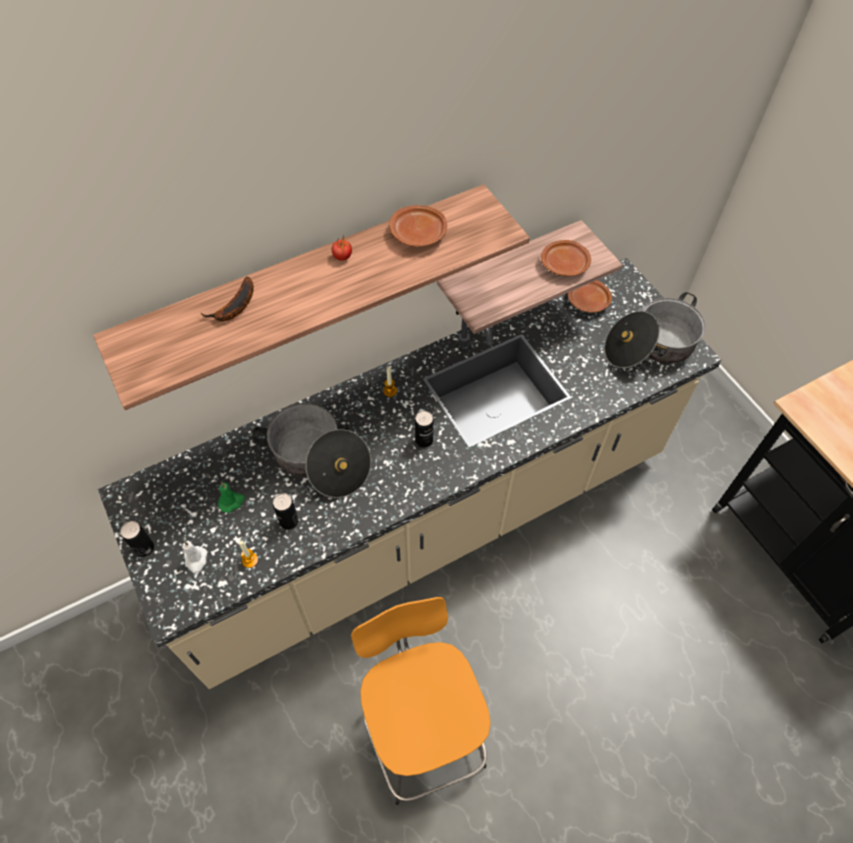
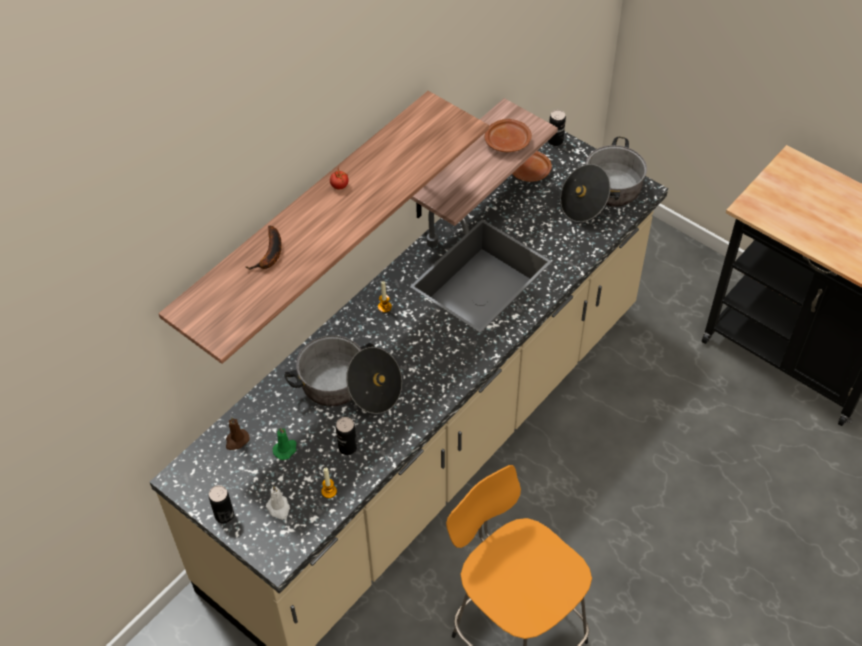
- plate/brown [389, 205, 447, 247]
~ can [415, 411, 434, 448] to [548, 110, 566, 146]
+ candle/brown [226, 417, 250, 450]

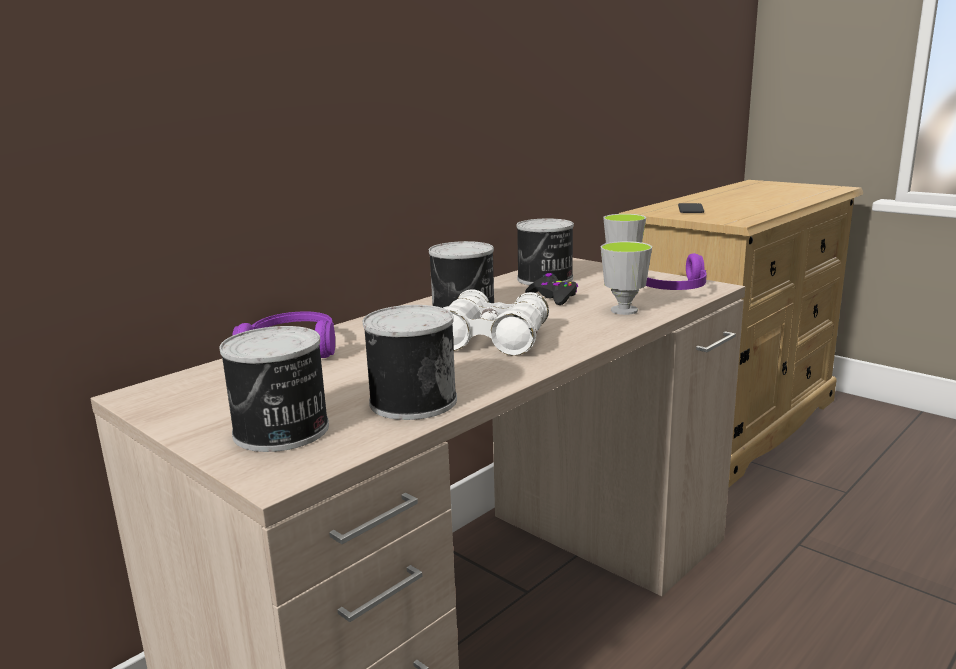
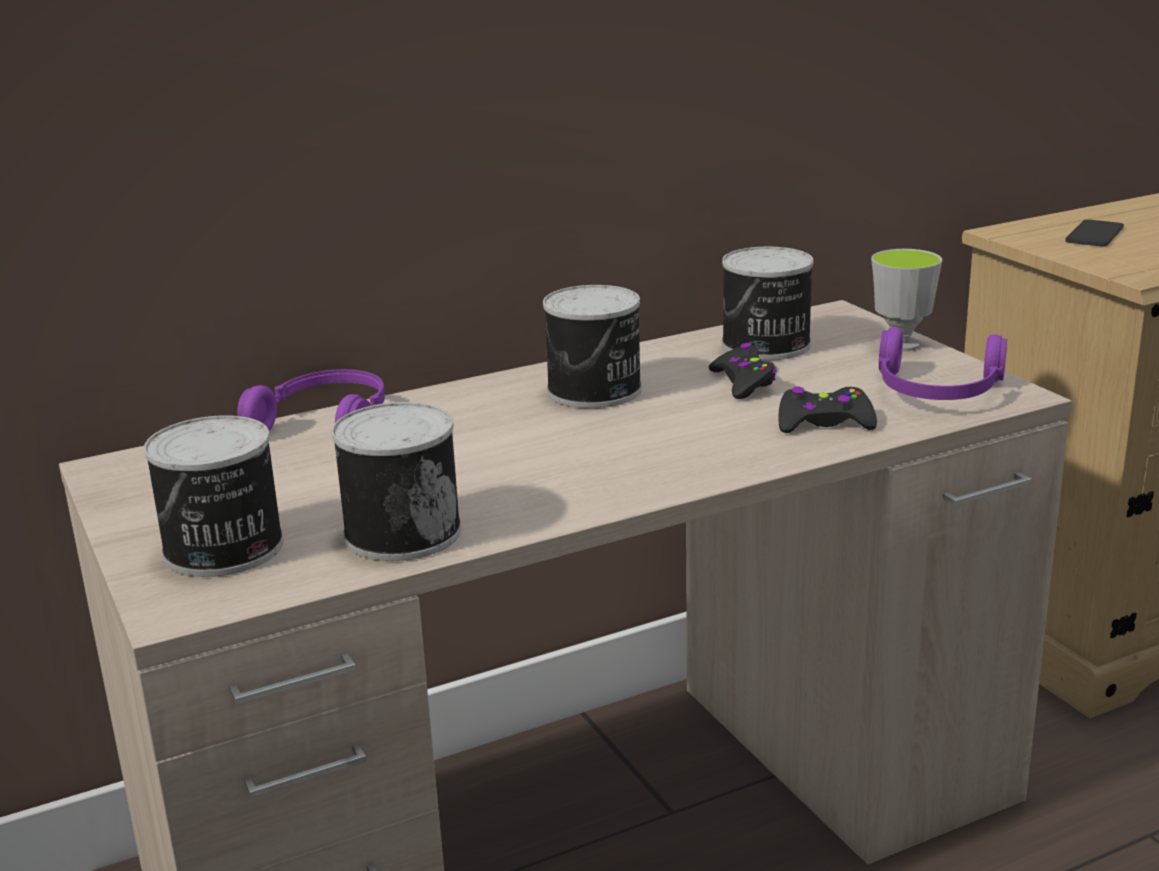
- binoculars/white [443, 289, 549, 356]
~ cup [601, 241, 652, 315] to game controller/black [778, 387, 877, 433]

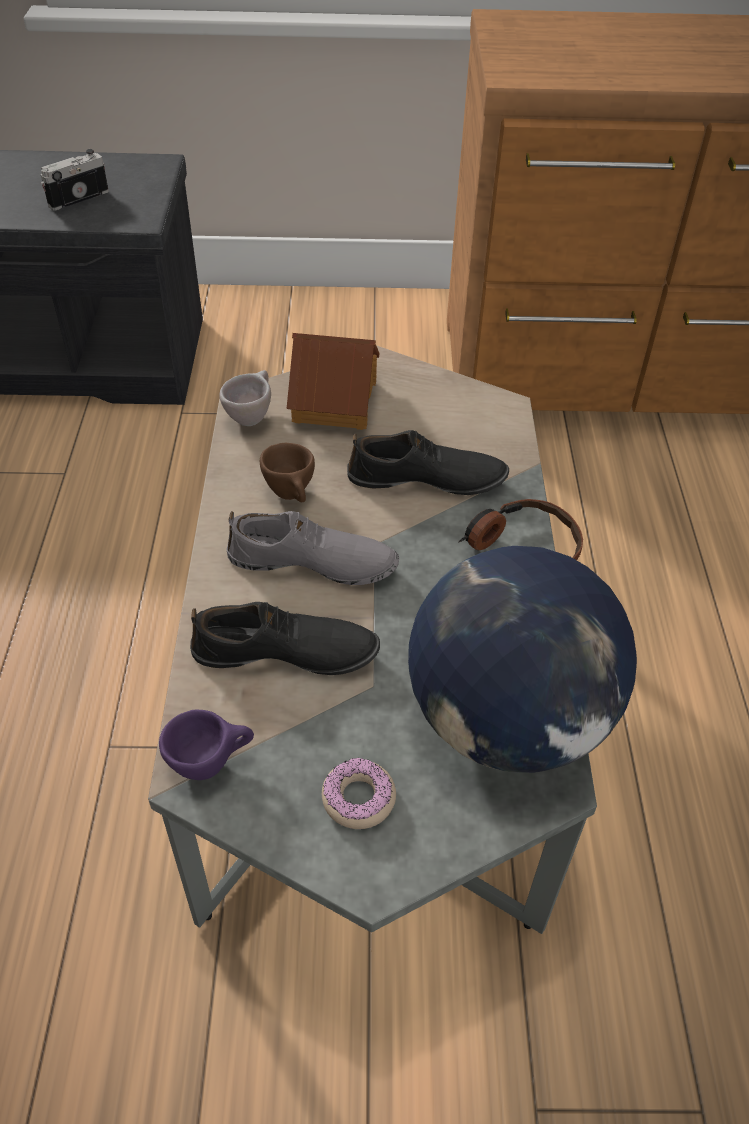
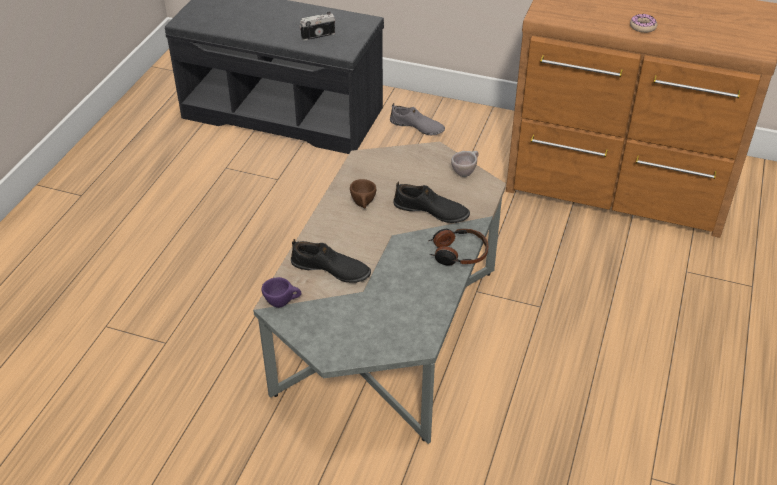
~ cup/beige [220, 370, 271, 426] to [451, 151, 479, 177]
~ shoe/grey [227, 511, 399, 585] to [390, 103, 445, 135]
- toy house [287, 333, 380, 430]
~ donut [322, 758, 396, 829] to [630, 14, 657, 33]
- globe [408, 546, 637, 773]

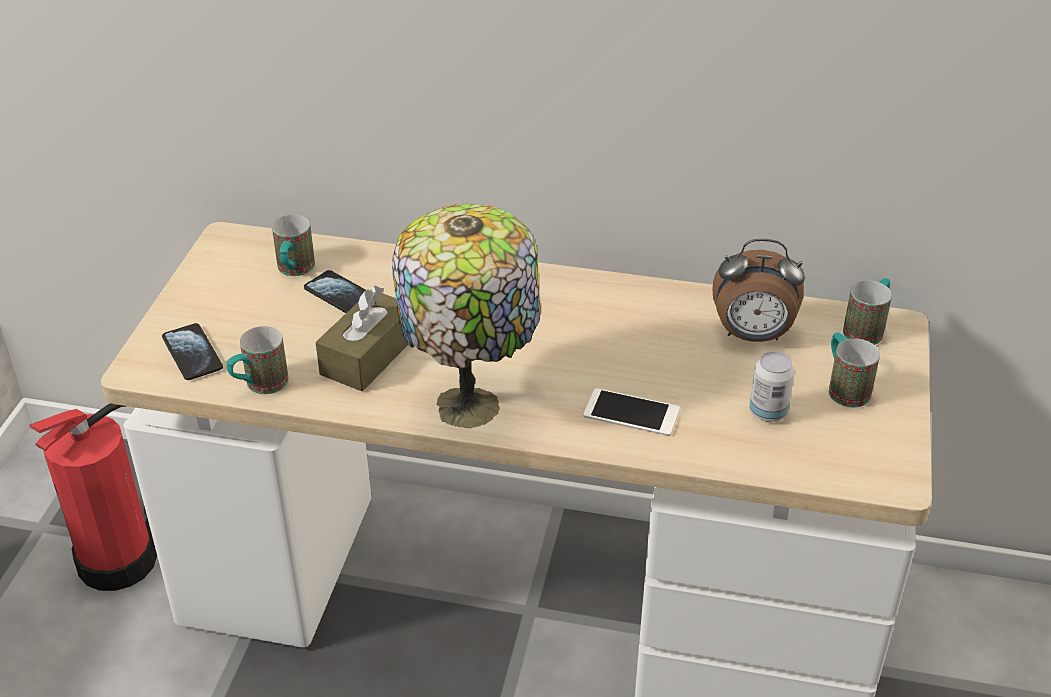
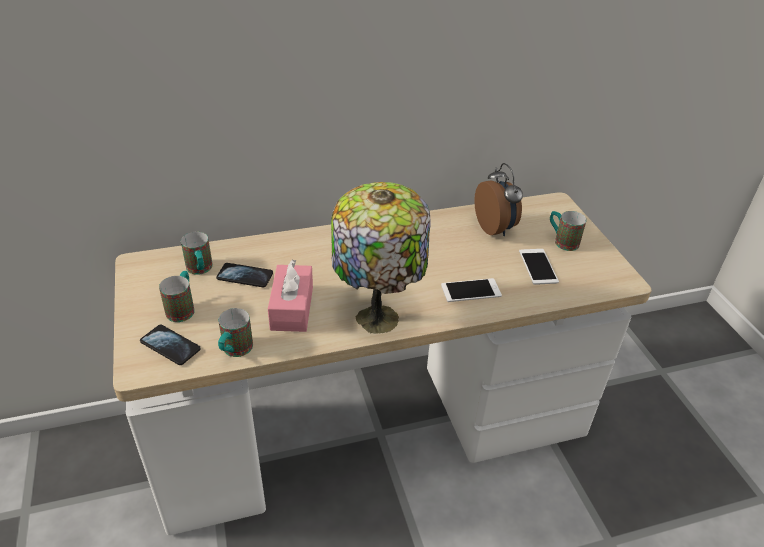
- fire extinguisher [29, 403, 157, 591]
~ tissue box/brown [315, 286, 409, 391] to tissue box/pink [268, 260, 313, 332]
~ alarm clock [713, 239, 805, 342] = [474, 163, 523, 236] 90 degrees counterclockwise
~ can [749, 352, 795, 422] to phone [519, 249, 559, 285]
~ mug [843, 278, 892, 345] to [159, 271, 195, 322]

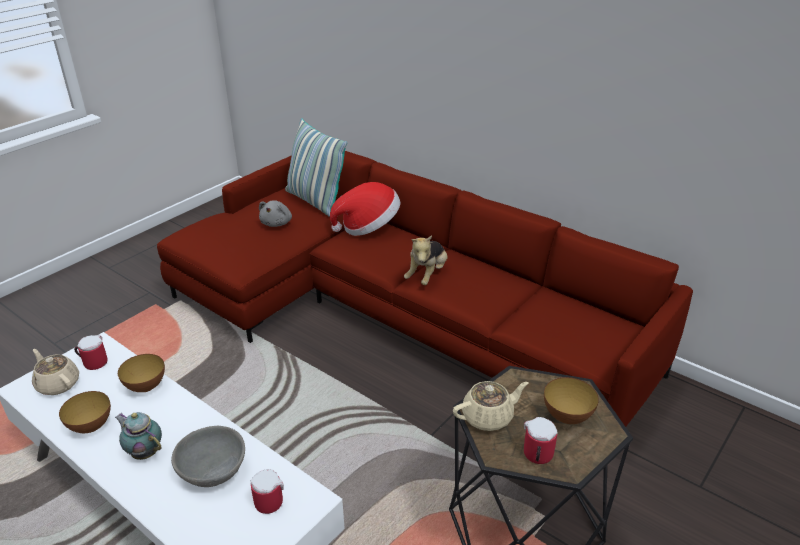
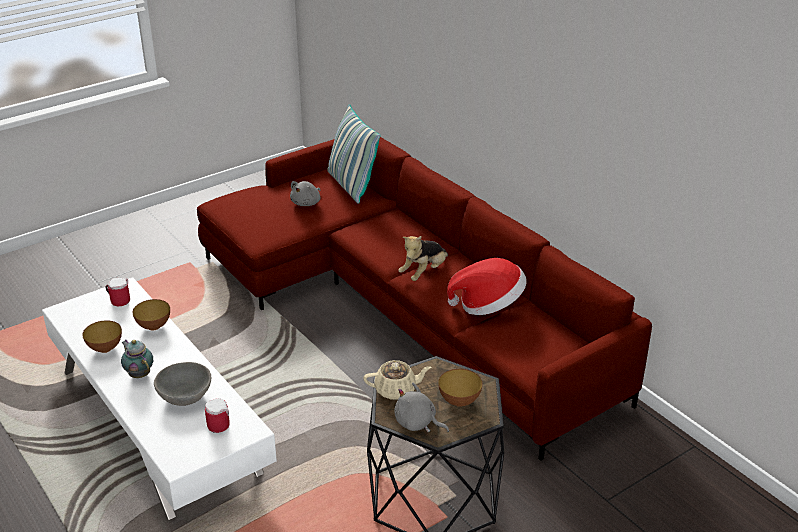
- teapot/beige [32, 349, 79, 395]
~ hat [330, 182, 401, 236] to [447, 258, 527, 315]
~ mug [524, 417, 557, 464] to plush toy/grey [394, 383, 449, 433]

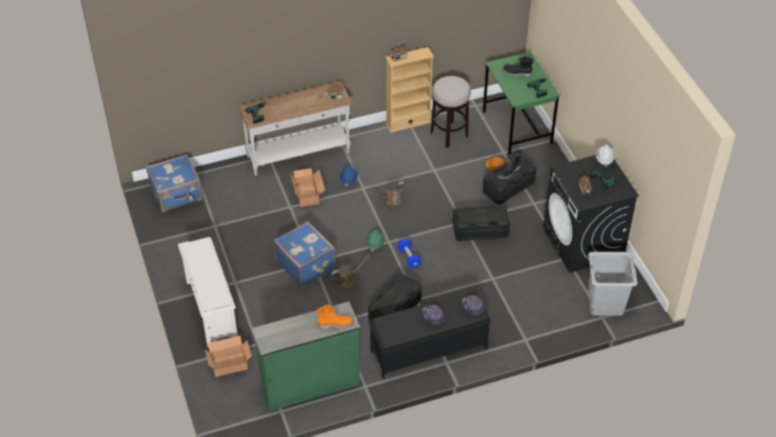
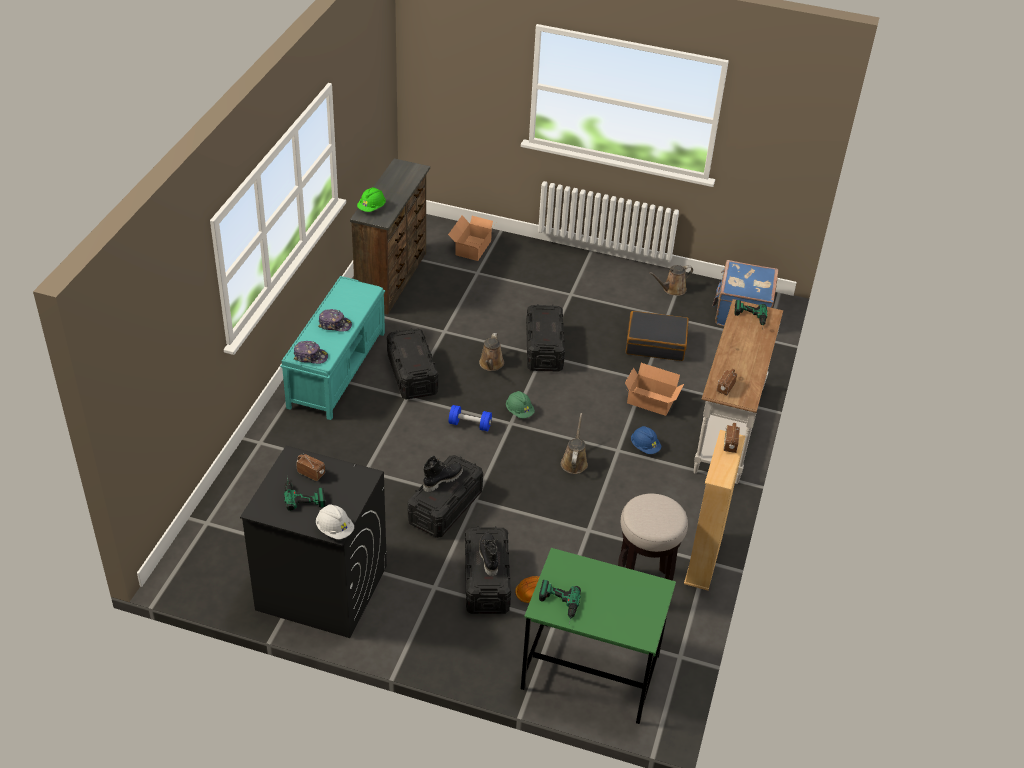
- shoe rack/white [178, 237, 238, 347]
~ dresser/green [251, 302, 360, 411] to dresser/brown [350, 158, 430, 314]
~ suitcase/blue [274, 221, 335, 287] to storage box/black [526, 304, 565, 371]
~ boot/orange [317, 305, 354, 329] to hard hat/green [357, 187, 386, 212]
~ bench/black [369, 291, 491, 379] to bench/turquoise [280, 276, 385, 420]
~ boot/black [502, 57, 534, 77] to [423, 456, 463, 492]
- laundry basket/grey [588, 252, 637, 316]
+ suitcase/black [625, 311, 689, 361]
+ watering can/brown [649, 265, 693, 296]

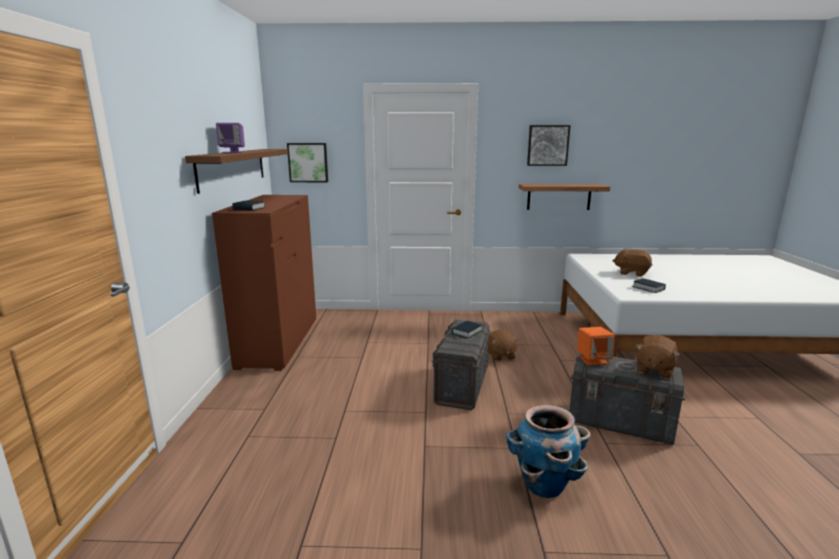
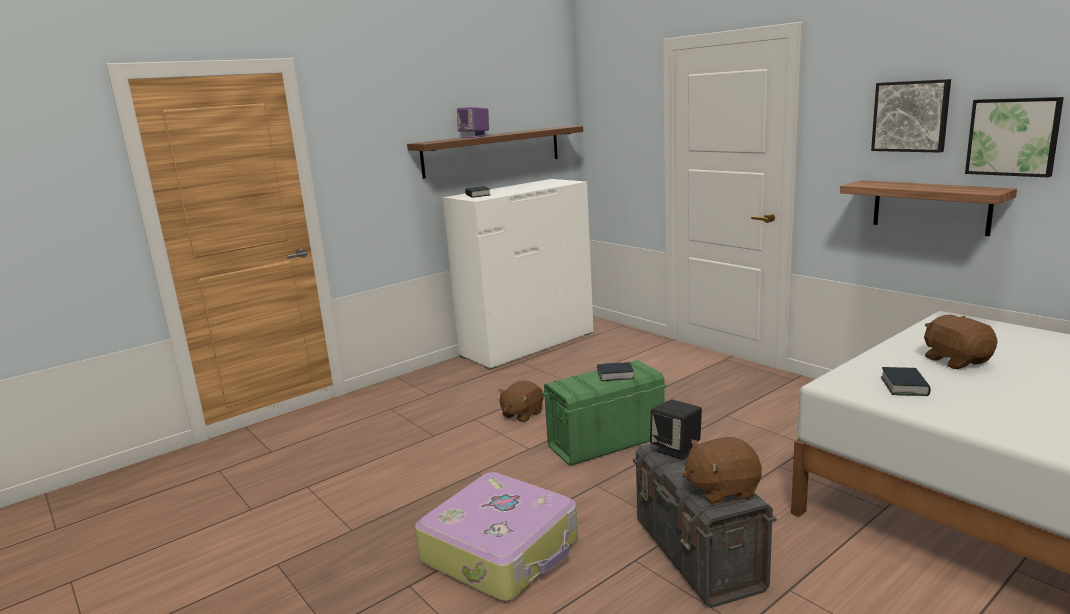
~ dresser/brown [212, 195, 316, 371] to dresser/white [443, 179, 594, 370]
~ picture [287, 143, 328, 182] to [965, 97, 1064, 177]
~ storage box/grey [432, 319, 491, 410] to storage box/green [542, 360, 667, 466]
~ plush toy/brown [488, 330, 519, 361] to [498, 381, 544, 422]
~ planter [506, 405, 590, 498] to suitcase [415, 472, 578, 601]
~ speaker/orange [577, 327, 615, 365] to speaker/black [650, 399, 702, 460]

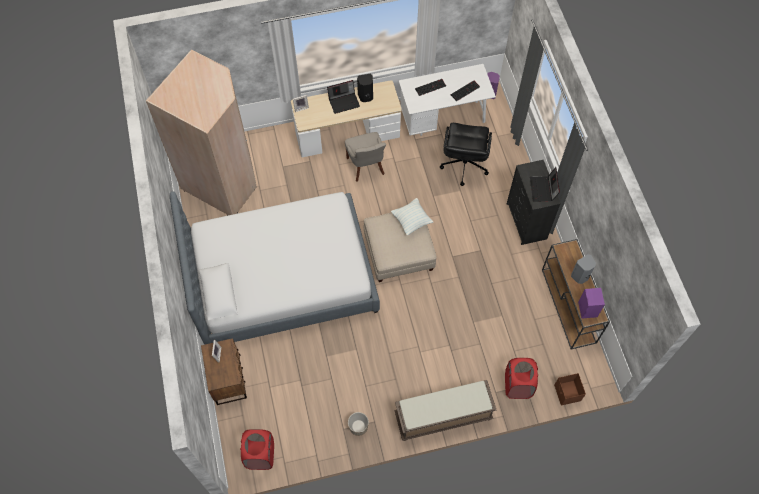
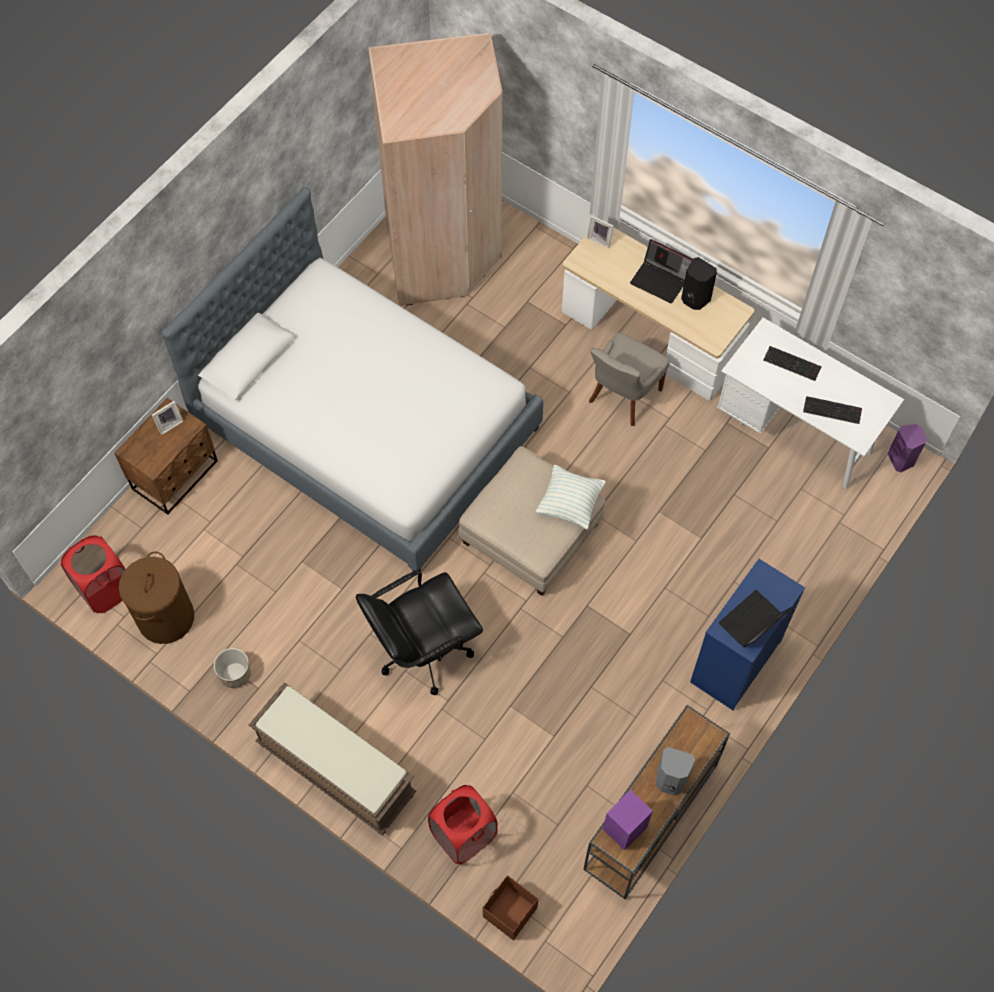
~ office chair/black [440, 123, 492, 186] to [356, 570, 483, 695]
~ dresser/black [507, 160, 561, 245] to dresser/blue [690, 559, 805, 710]
+ laundry basket/brown [119, 551, 194, 644]

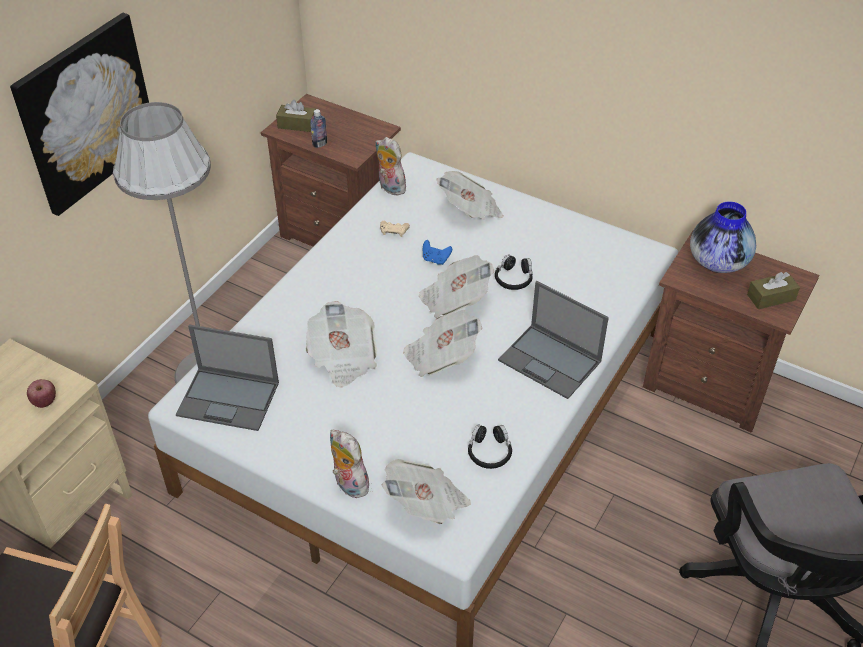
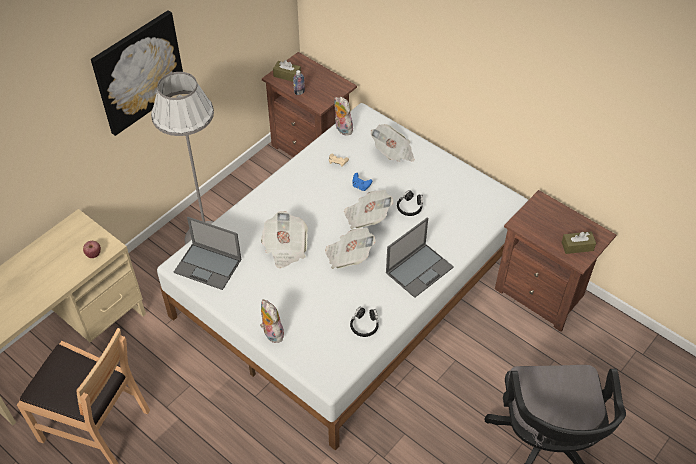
- newspaper [382, 459, 471, 524]
~ laptop [498, 281, 609, 399] = [386, 217, 454, 298] 90 degrees counterclockwise
- vase [690, 201, 756, 273]

